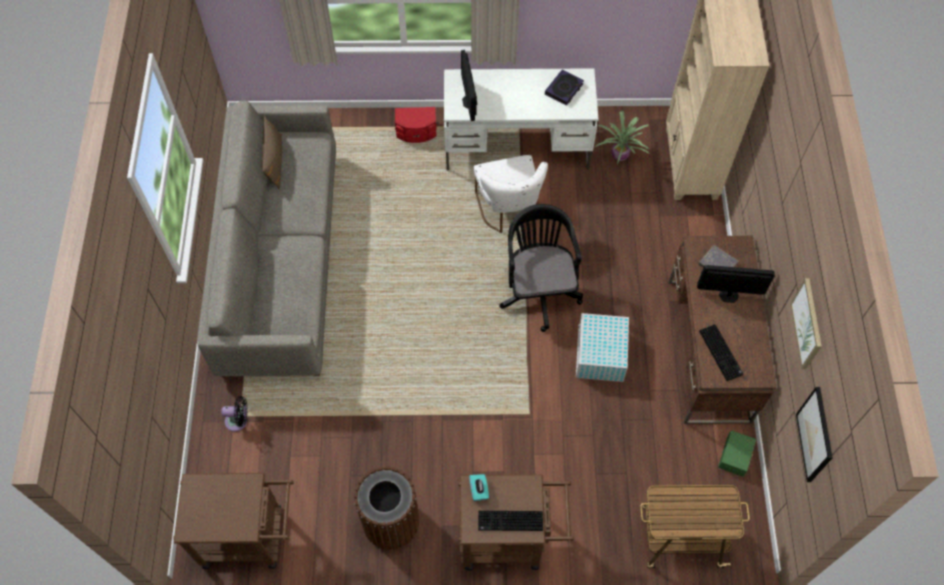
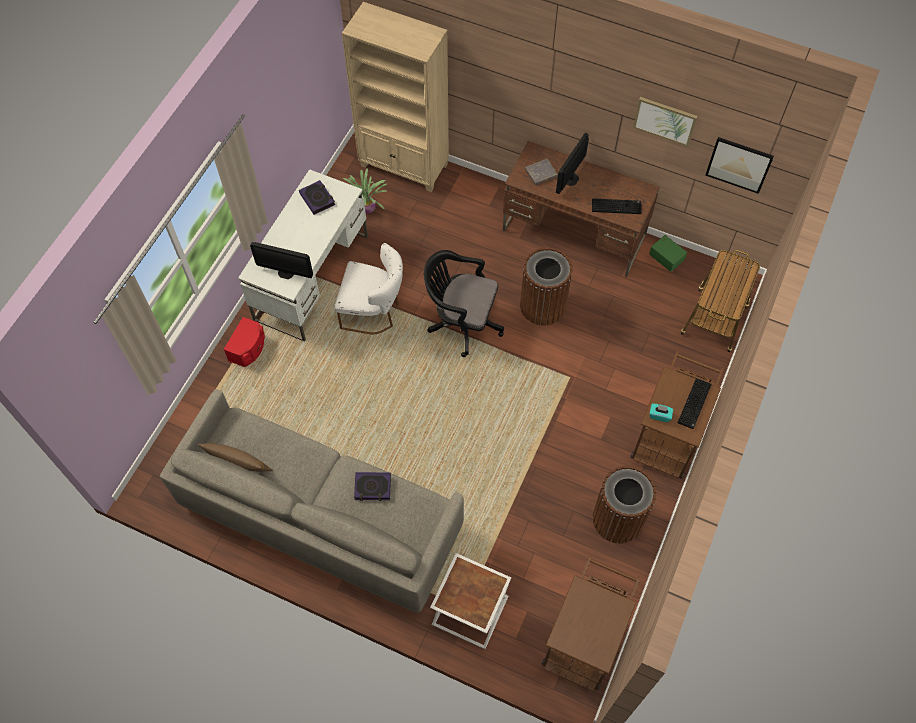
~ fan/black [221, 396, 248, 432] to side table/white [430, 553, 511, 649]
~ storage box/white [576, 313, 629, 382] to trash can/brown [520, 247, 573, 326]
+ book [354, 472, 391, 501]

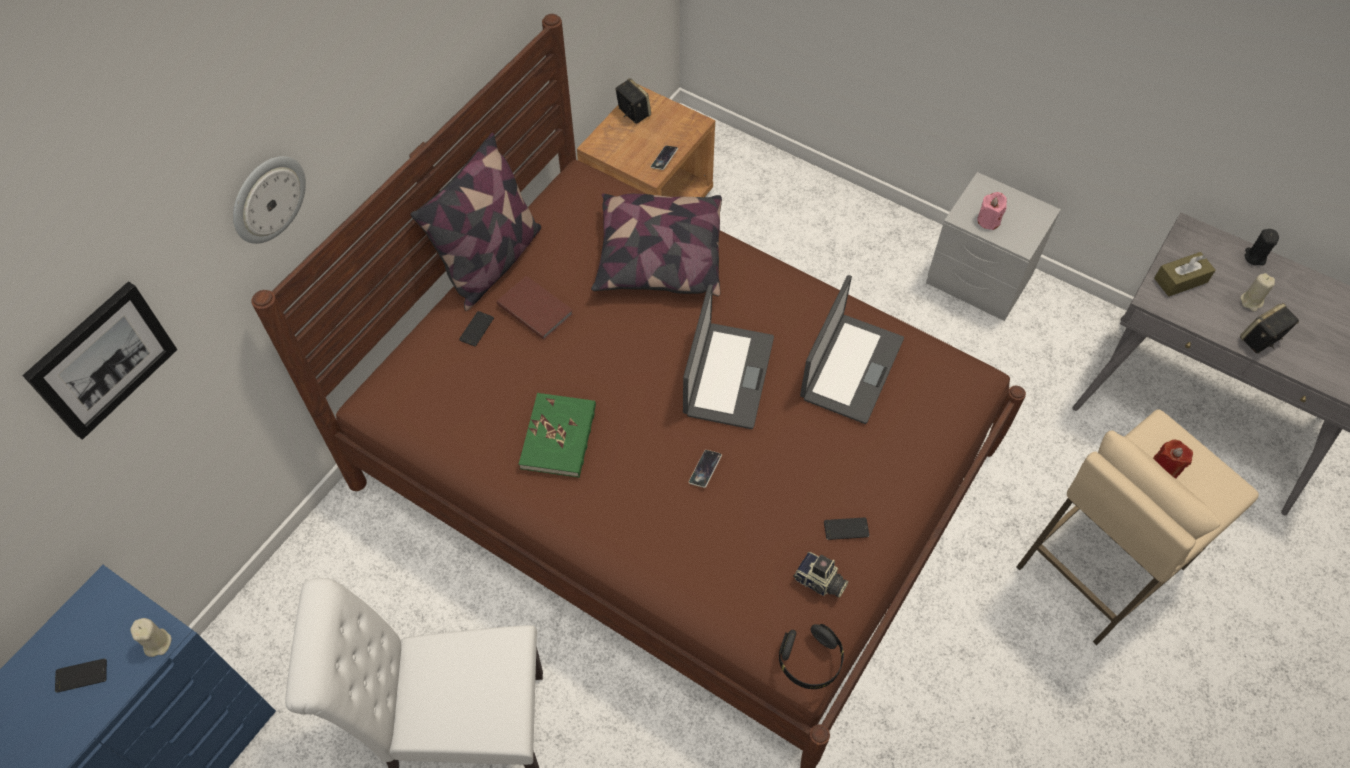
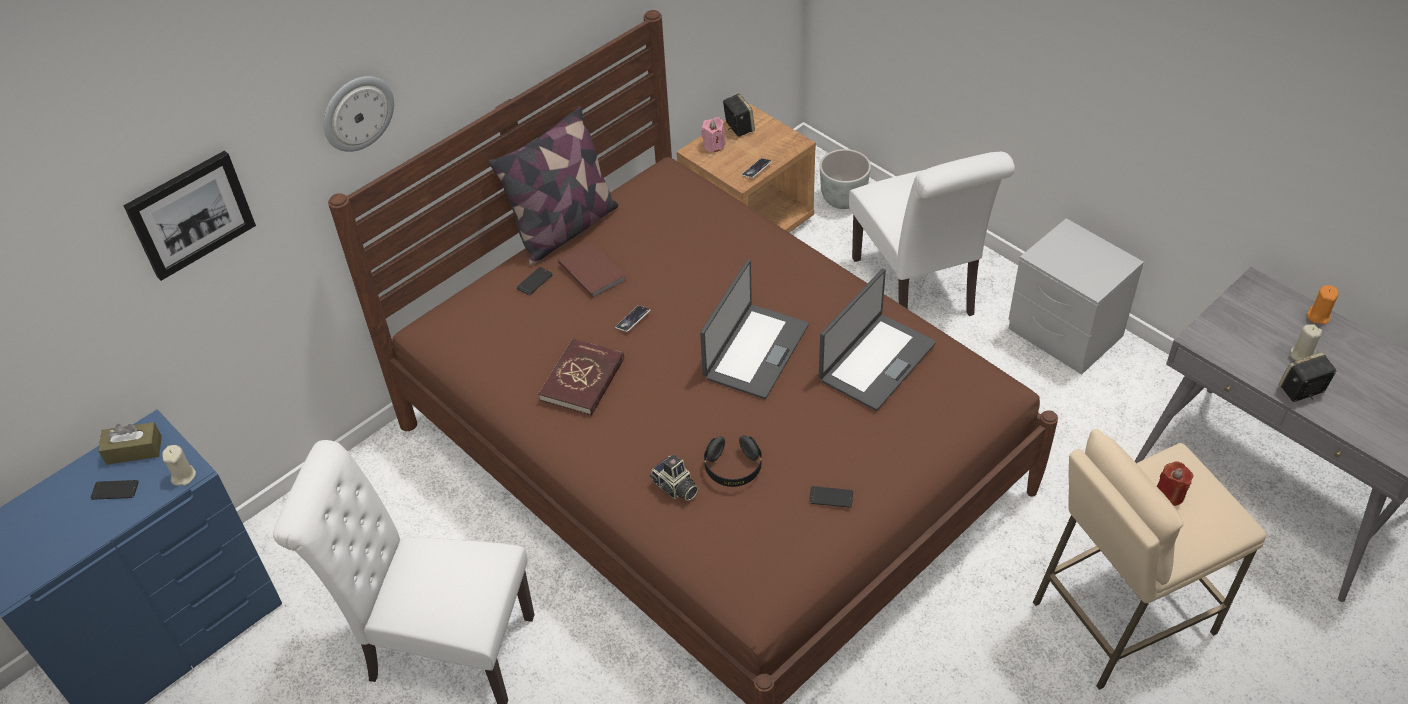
~ book/green [519, 393, 596, 478] to book/red [538, 338, 624, 416]
- pillow [591, 194, 722, 296]
~ phone [689, 450, 722, 488] to [615, 306, 651, 332]
~ headphones/black [779, 624, 844, 689] to [704, 435, 762, 487]
~ photo camera [793, 552, 849, 598] to [650, 454, 699, 501]
~ candle/pink [977, 192, 1007, 230] to [701, 117, 725, 153]
~ tissue box/brown [1154, 252, 1216, 297] to [98, 422, 162, 465]
~ candle/black [1245, 229, 1279, 265] to candle/orange [1307, 285, 1338, 324]
+ planter/grey [820, 149, 871, 209]
+ chair/white [849, 152, 1015, 316]

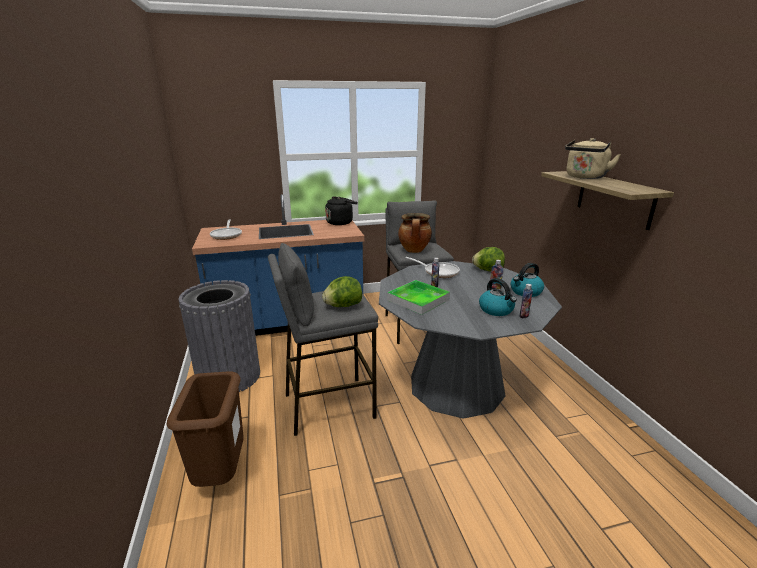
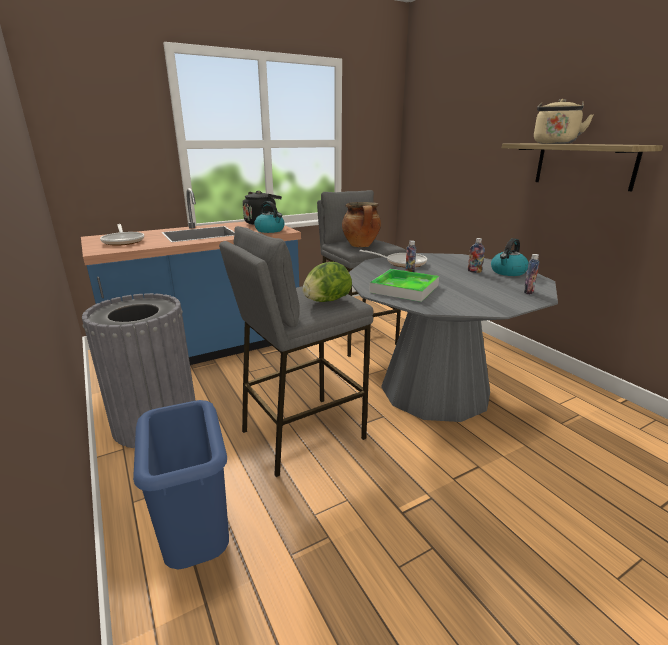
~ trash can/brown [166, 371, 244, 487] to trash can/blue [133, 400, 229, 569]
- lettuce [472, 247, 505, 271]
~ kettle [479, 278, 517, 316] to [254, 201, 285, 233]

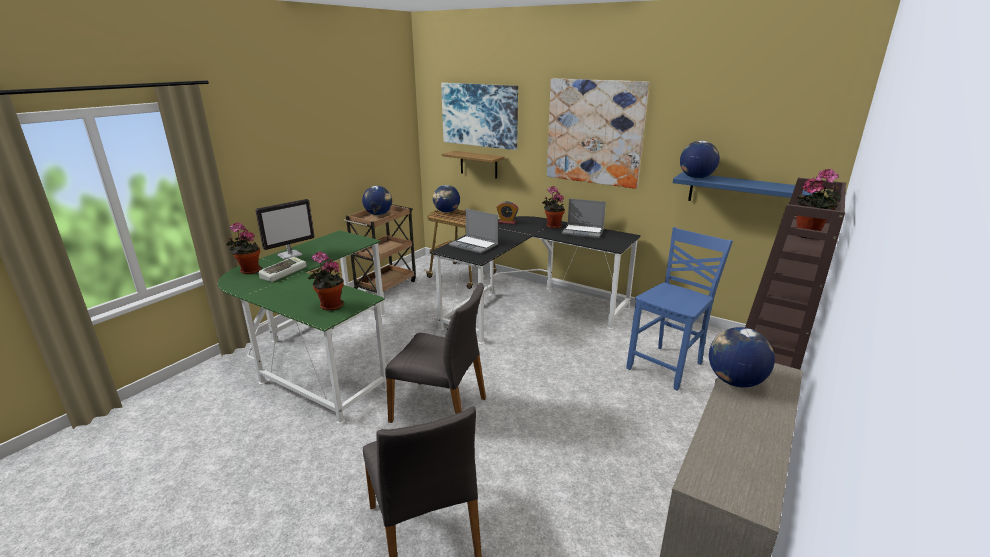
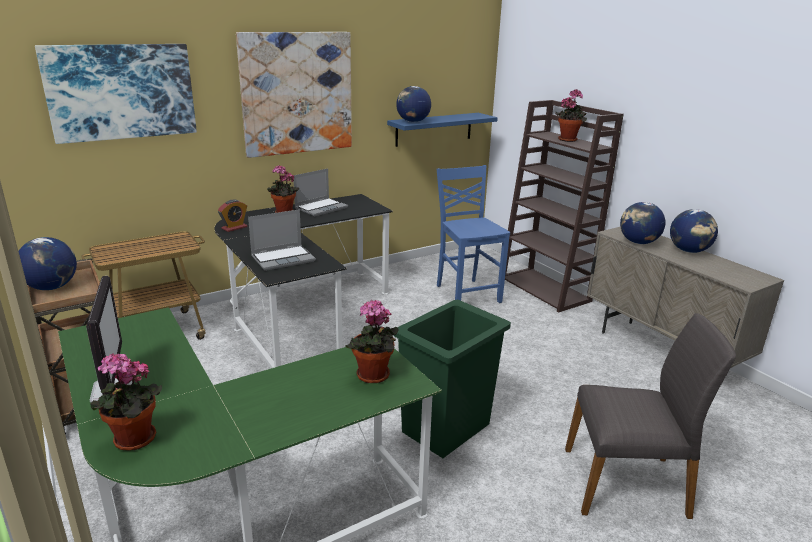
- keyboard [259, 257, 307, 282]
~ chair/grey [385, 283, 486, 423] to trash can/green [393, 300, 511, 458]
~ globe [433, 185, 460, 213] to [670, 209, 718, 253]
- shelf [442, 151, 504, 178]

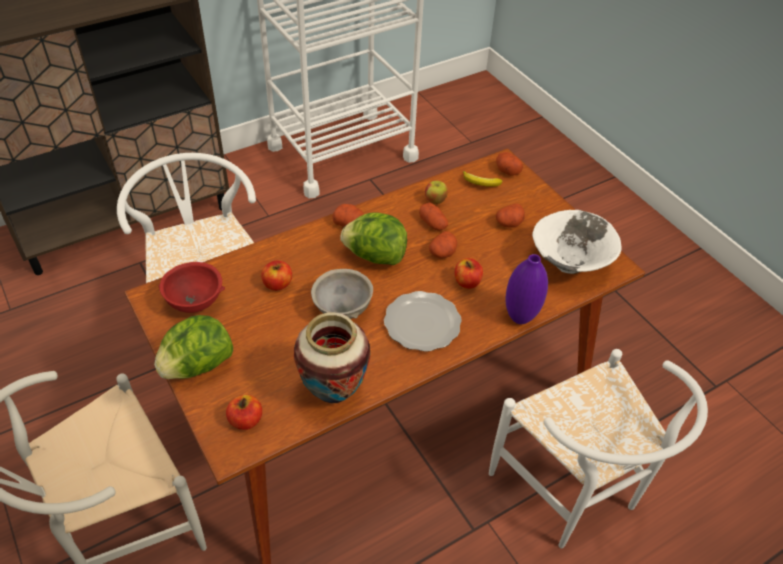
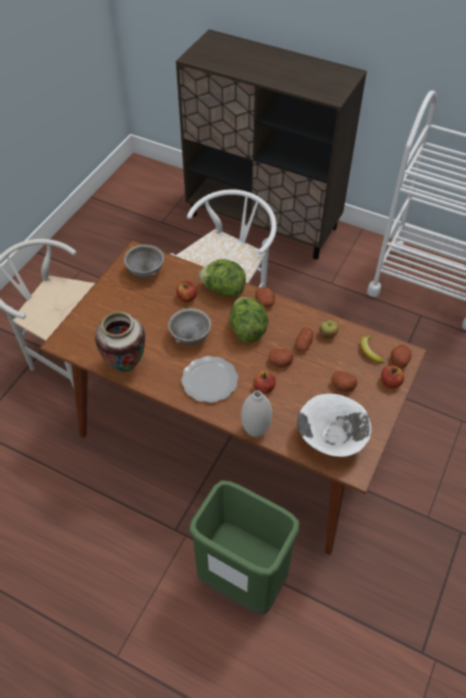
~ lettuce [154, 315, 233, 379] to [199, 259, 246, 297]
~ bowl/red [158, 262, 225, 313] to bowl/grey [124, 245, 164, 277]
~ apple [226, 395, 262, 430] to [381, 365, 404, 388]
~ chair/white [489, 349, 708, 548] to trash can/green [189, 480, 299, 615]
~ vase/purple [506, 254, 548, 324] to vase/white [241, 390, 272, 437]

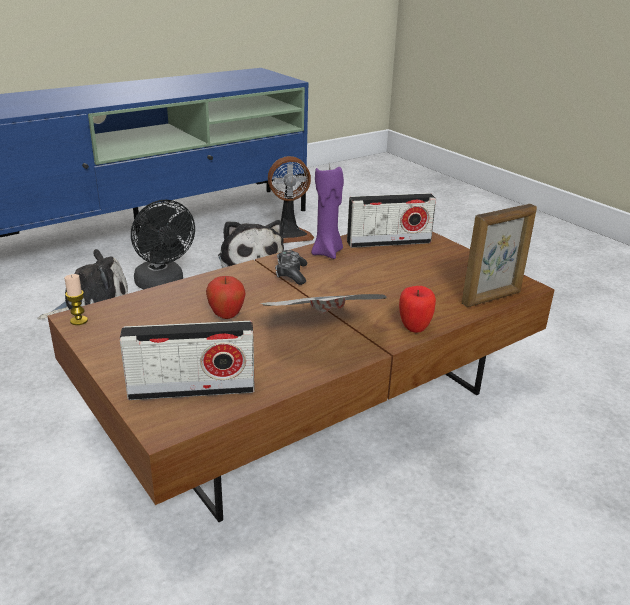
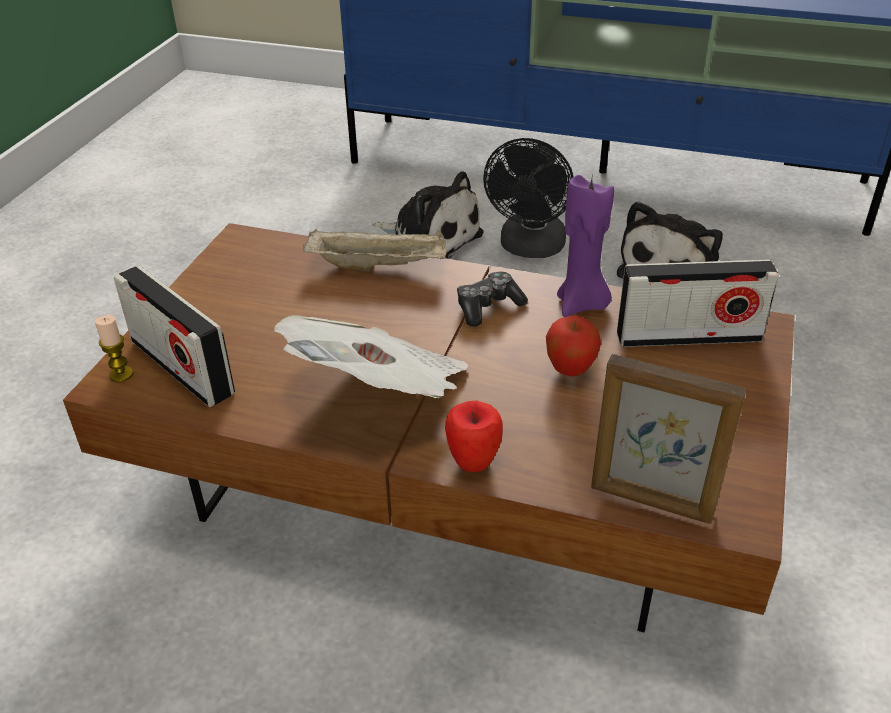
~ candle [64, 274, 88, 325] to [95, 315, 133, 382]
~ apple [206, 276, 246, 319] to [546, 315, 601, 376]
- fan [268, 156, 314, 243]
~ radio [347, 193, 436, 248] = [617, 259, 779, 347] 45 degrees counterclockwise
+ tray/beige [303, 229, 447, 272]

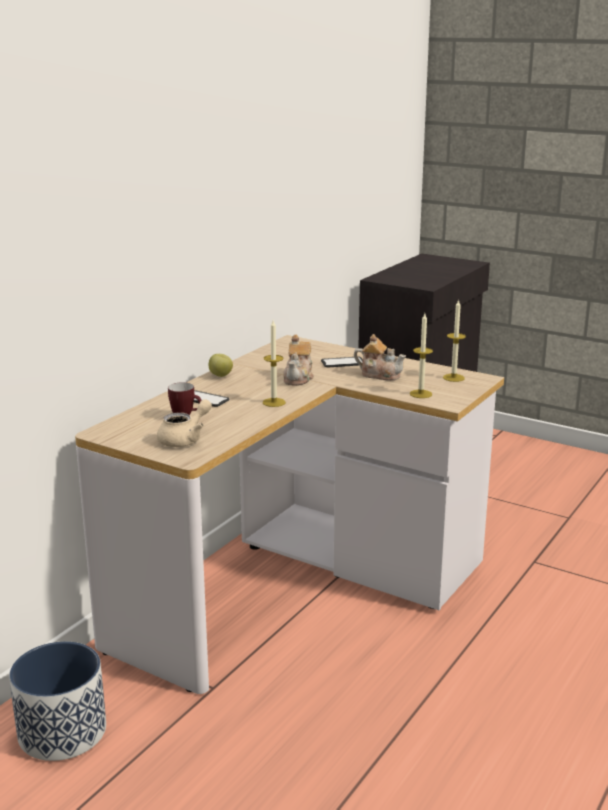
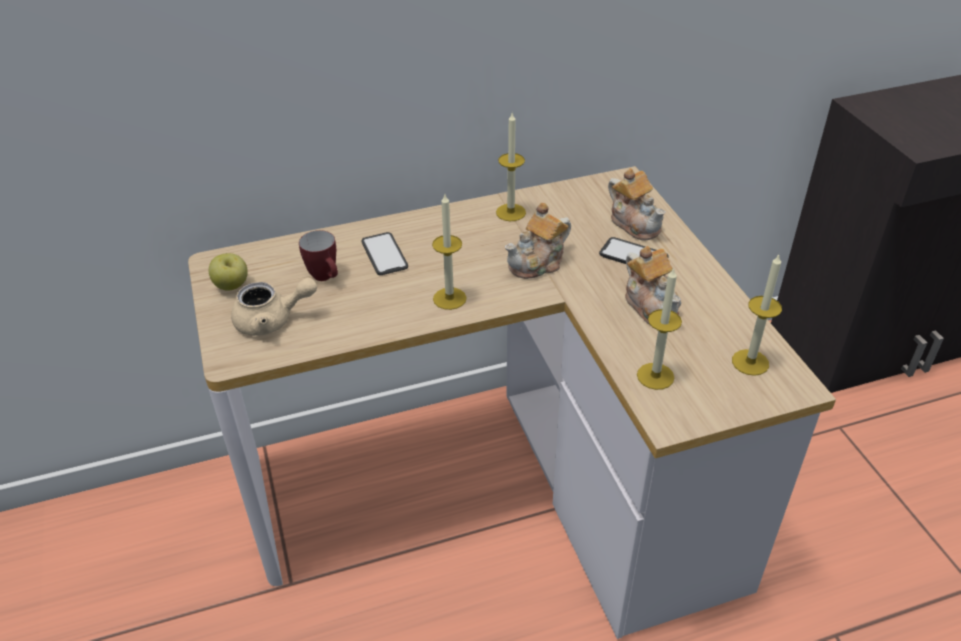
- planter [9, 641, 106, 761]
~ apple [208, 354, 233, 377] to [209, 253, 248, 291]
+ candle [496, 113, 526, 221]
+ teapot [608, 168, 666, 241]

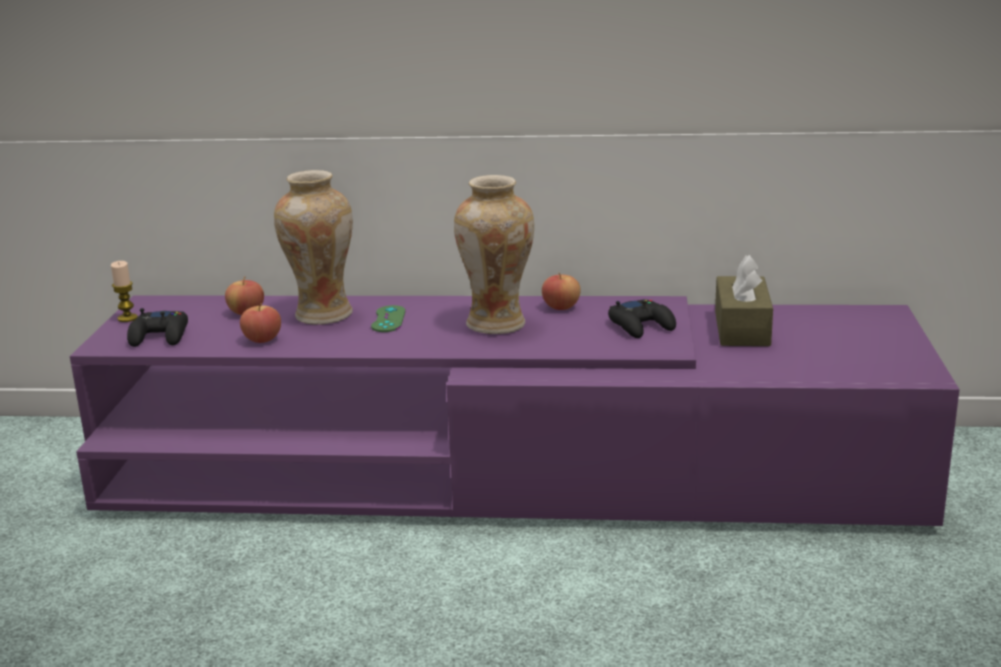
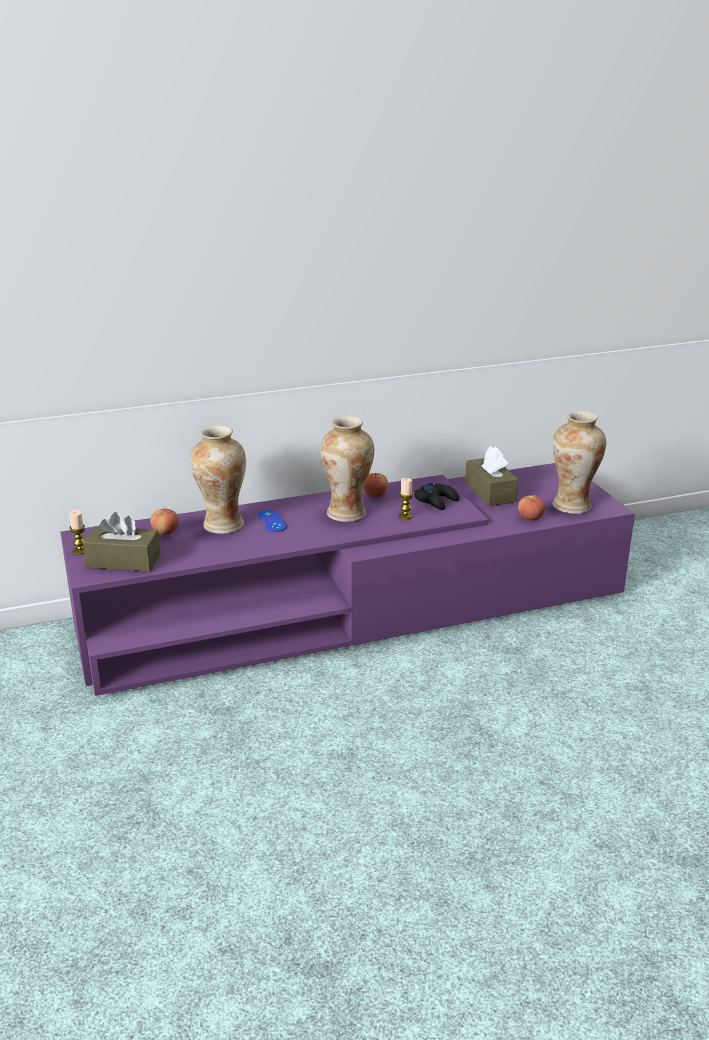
~ game controller/black [127, 308, 188, 347] to tissue box/brown [83, 512, 161, 572]
~ apple [240, 303, 281, 343] to [518, 495, 545, 520]
~ game controller/green [371, 305, 406, 332] to game controller/blue [258, 510, 287, 532]
+ candle [399, 478, 413, 519]
+ vase [552, 411, 606, 514]

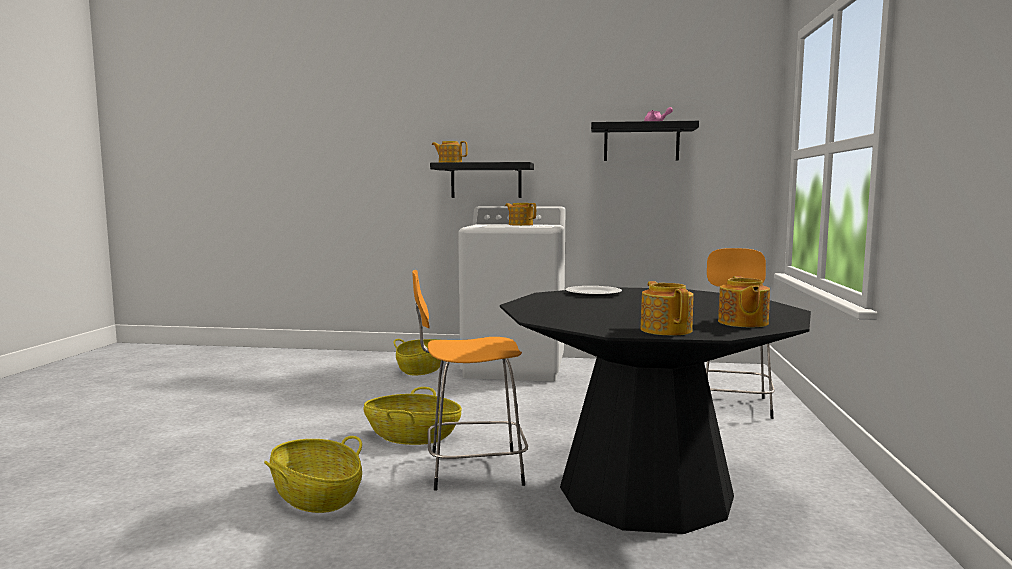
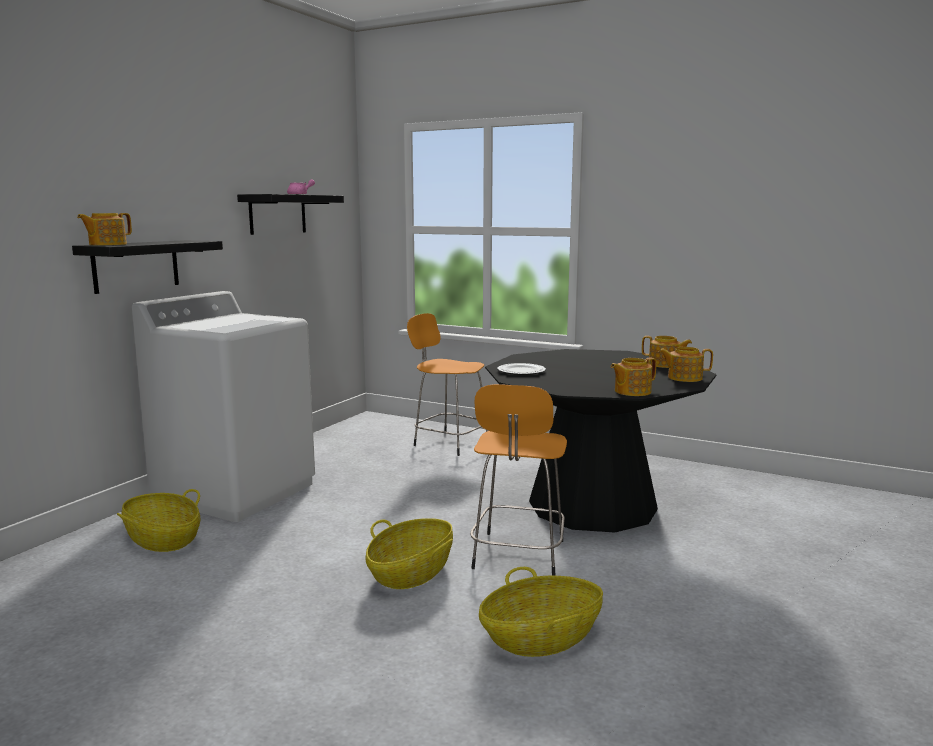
~ teapot [505, 203, 536, 226] to [611, 357, 656, 396]

